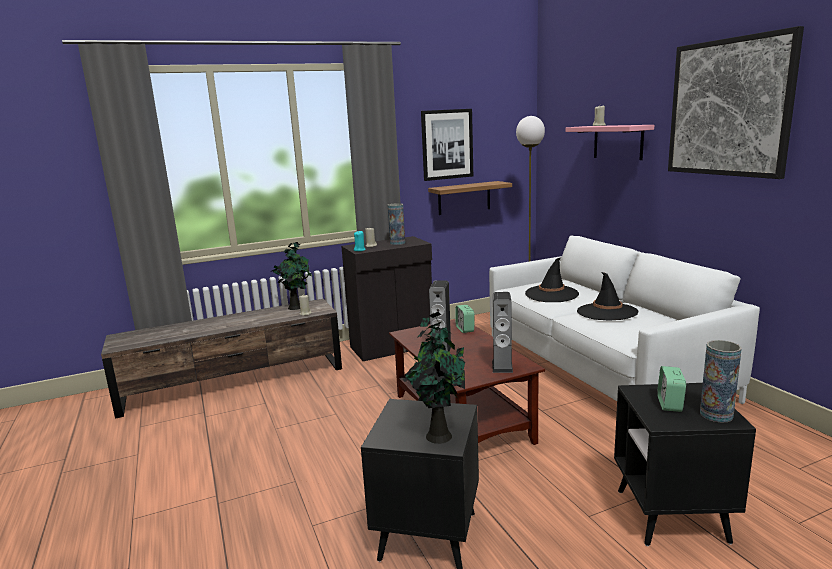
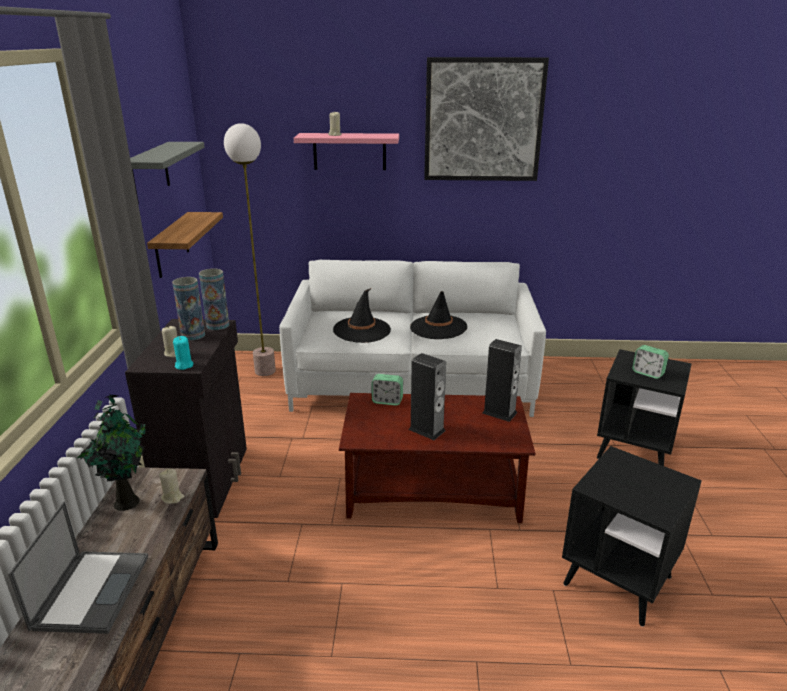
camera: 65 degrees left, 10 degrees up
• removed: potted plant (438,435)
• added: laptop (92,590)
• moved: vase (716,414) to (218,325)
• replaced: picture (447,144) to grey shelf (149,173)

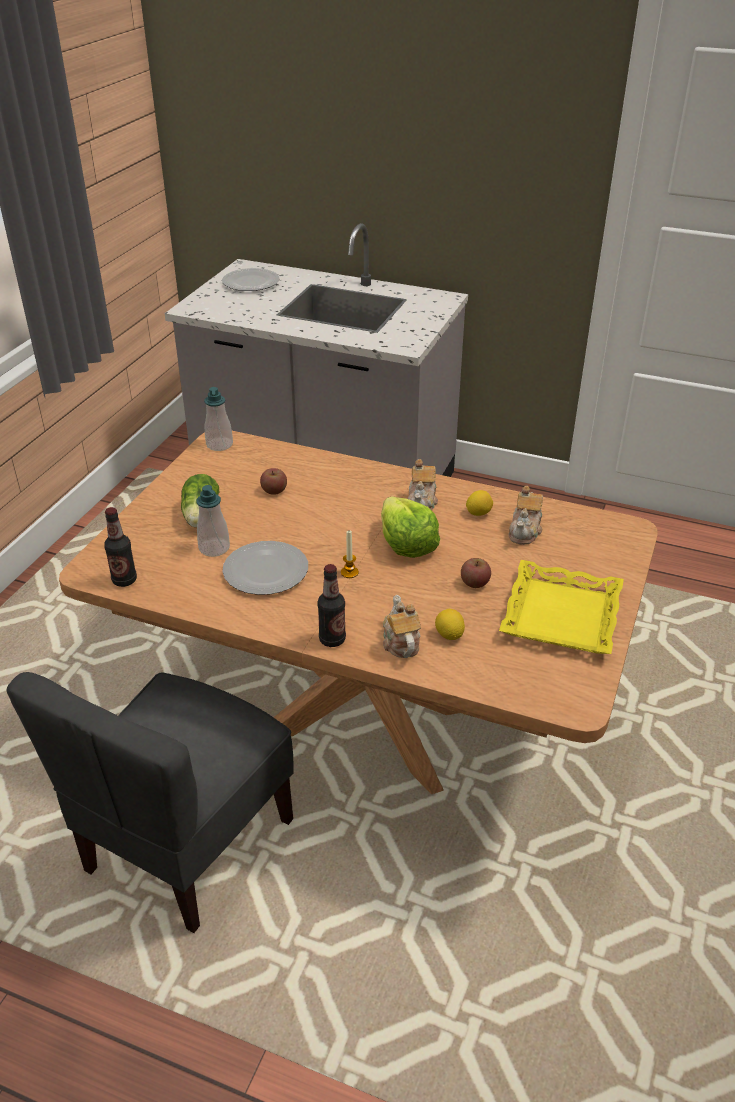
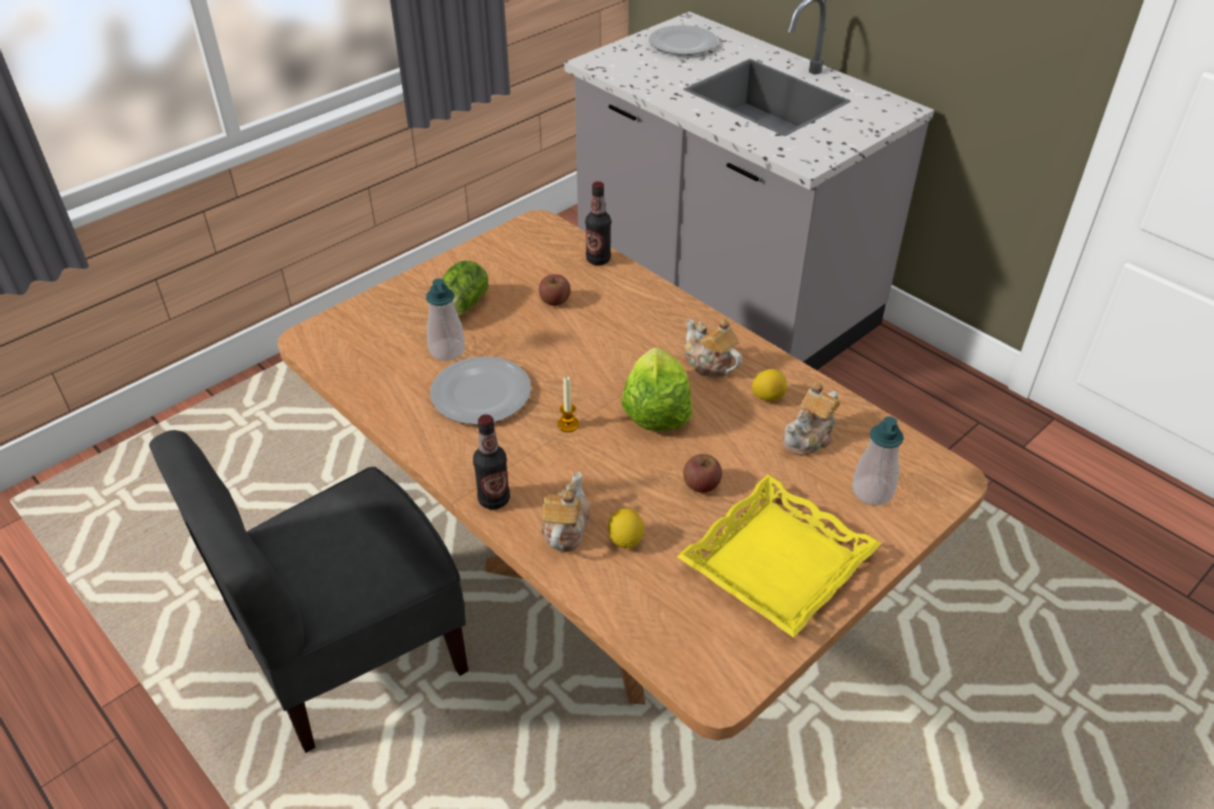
camera: 25 degrees right, 5 degrees up
• moved: bottle (124,580) to (598,259)
• moved: soap dispenser (219,445) to (872,491)
• turned: teapot (422,503) = (709,364) 105 degrees clockwise

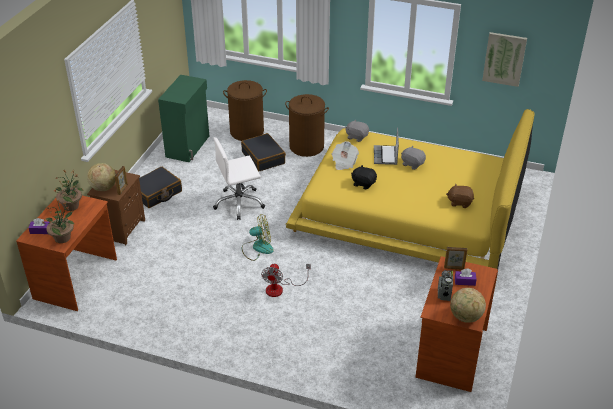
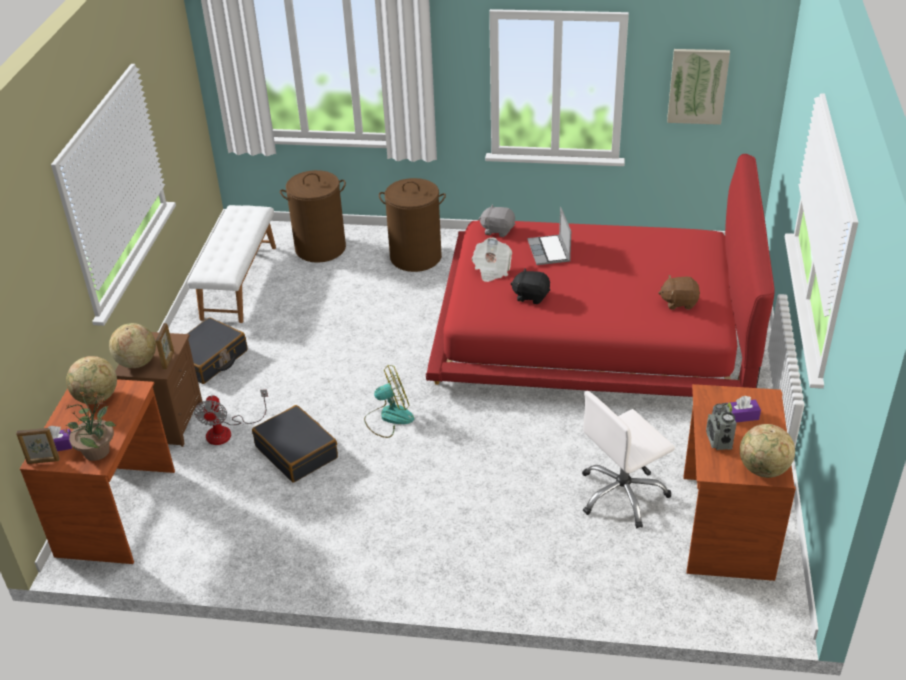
camera: 10 degrees left, 0 degrees up
• removed: grey plush toy (412,164)
• moved: white office chair (239,203) to (622,495)
• moved: black suitcase (263,158) to (297,452)
• moved: fan (280,288) to (227,431)
• moved: picture frame (454,268) to (43,461)
• replaced: potted plant (71,206) to globe (97,398)
• replaced: green cabinet (188,146) to white bench (238,282)
• recoloured: yellow bed (409,210) to red bed (594,327)

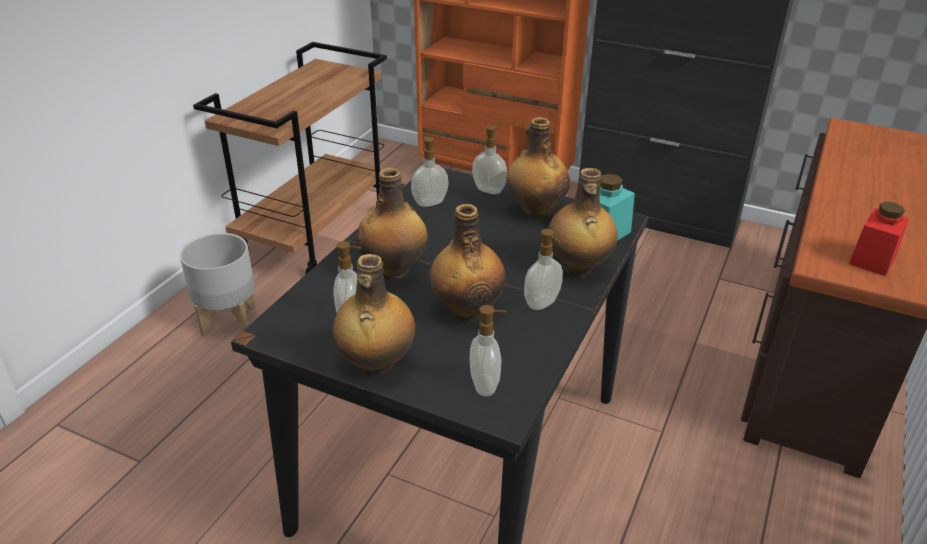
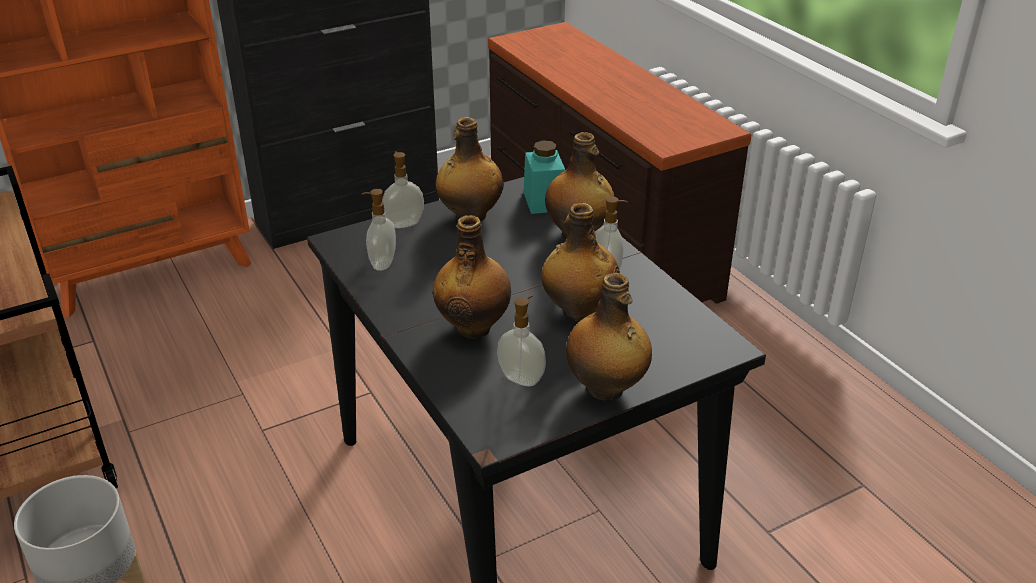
camera: 55 degrees left, 0 degrees up
• removed: soap dispenser (486,385)
• removed: red jar (872,260)

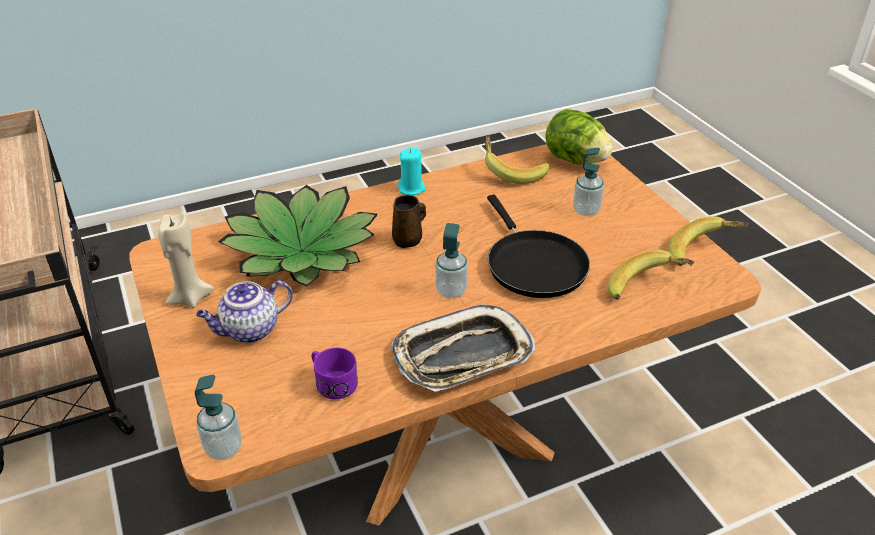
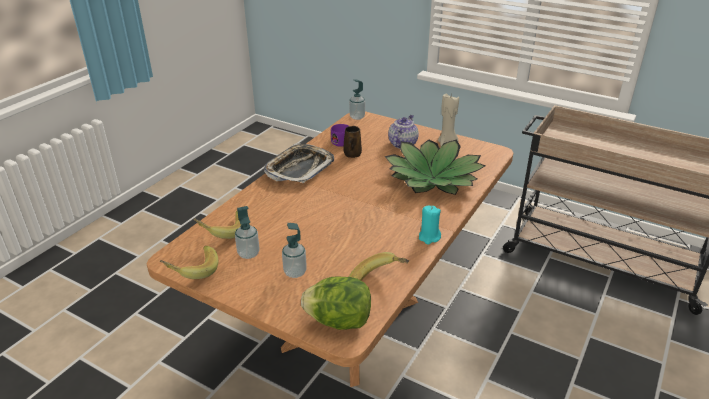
camera: 145 degrees right, 5 degrees down
• removed: black frying pan (533,264)
• moved: brown mug (408,240) to (352,154)
• moved: soap dispenser (451,291) to (248,254)

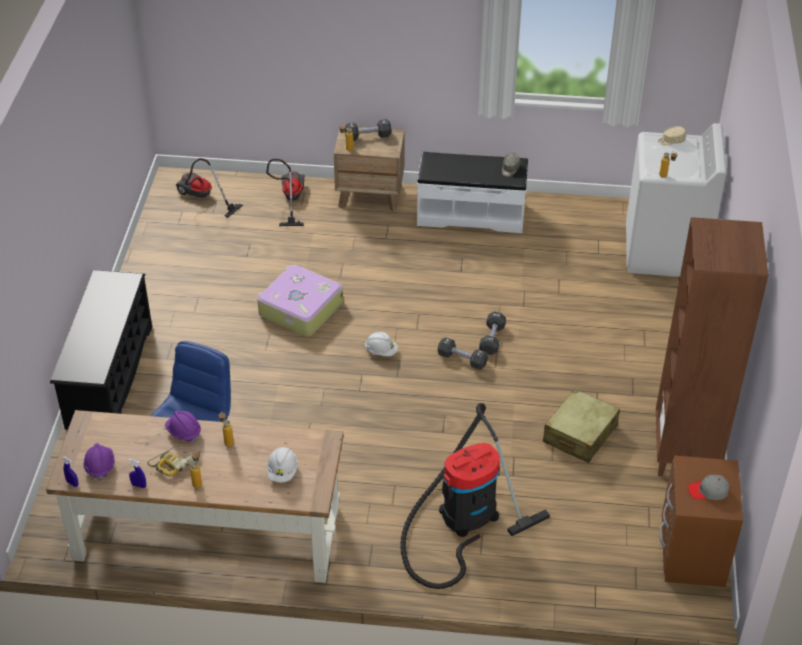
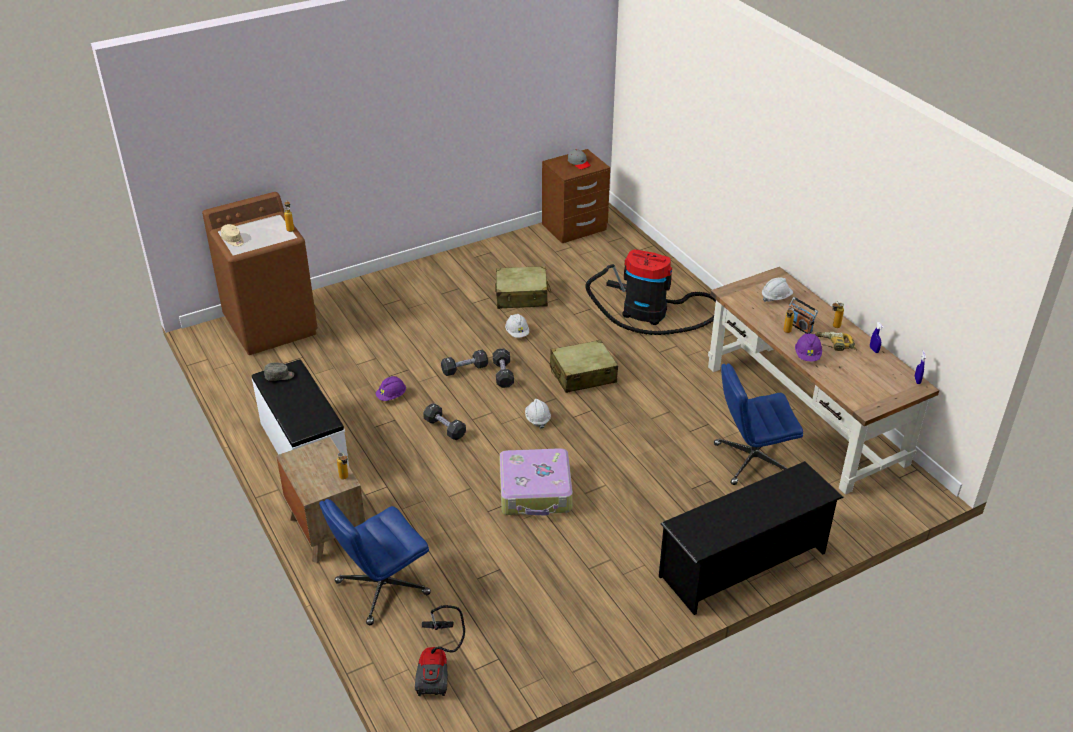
camera: 125 degrees left, 5 degrees down
• removed: brown bookcase (685,453)
• added: white hard hat (517,333)
• added: beige suitcase (582,375)
• added: radio (799,326)
• moved: purple hard hat (100,467) to (391,396)
• moved: black dumbbell (368,137) to (444,428)
• replaced: vacuum cleaner (290,199) to blue office chair (381,589)
• recoloured: white washing machine (665,251) to brown washing machine (271,325)

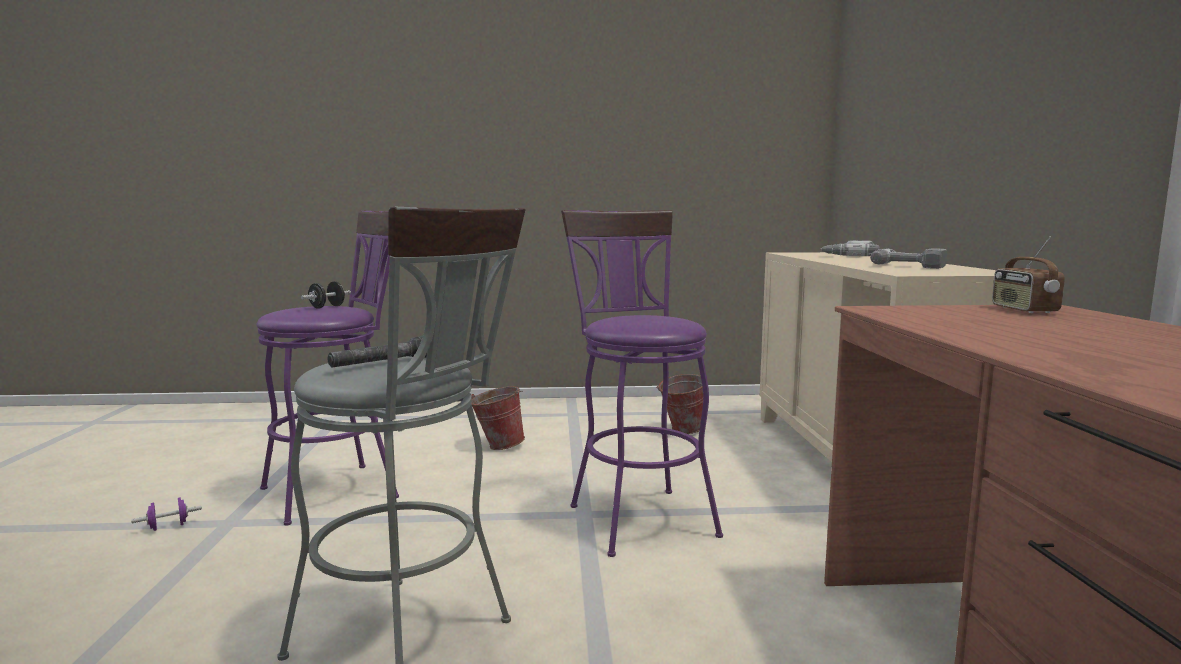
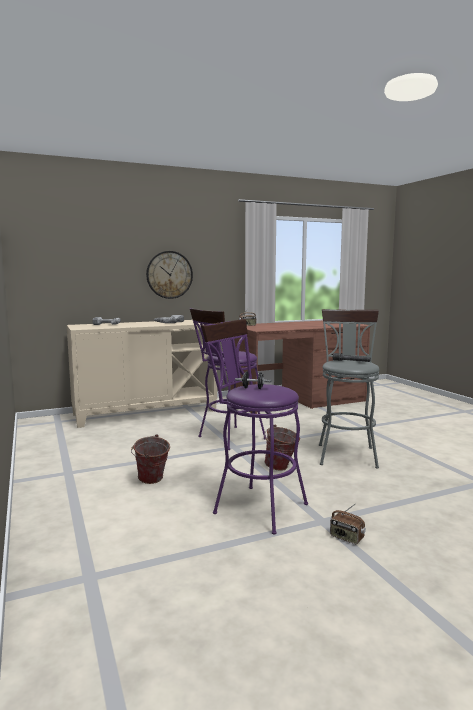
camera: 110 degrees left, 0 degrees up
• added: wall clock (169,274)
• moved: bucket (681,431) to (281,468)
• replaced: purple dumbbell (168,527) to radio (346,538)

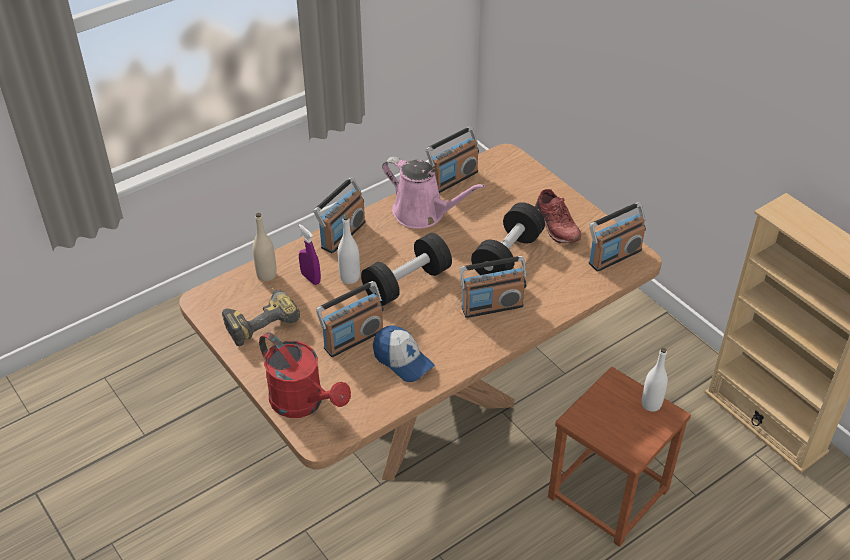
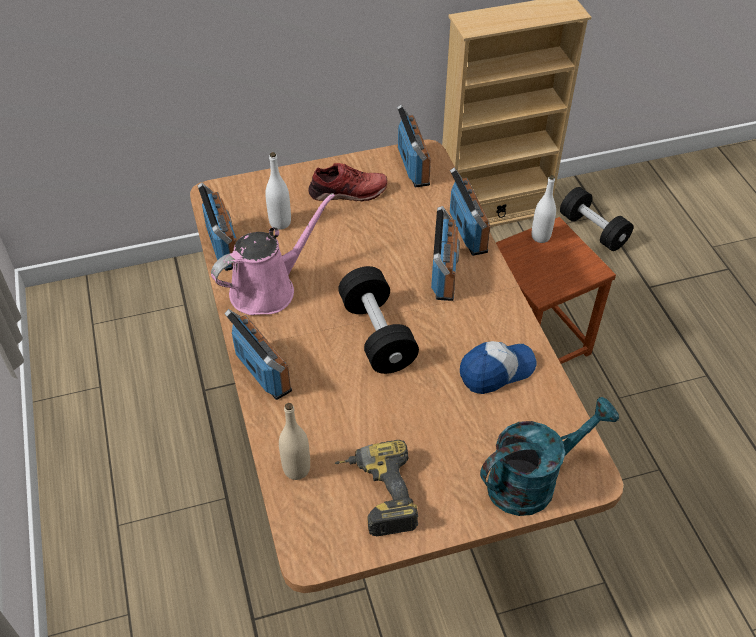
camera: 70 degrees left, 5 degrees up
• removed: purple spray bottle (310,278)
• moved: radio (353,338) to (468,232)
• moved: white bottle (349,277) to (280,222)
• moved: black dumbbell (507,256) to (593,230)
• recoloured: red watering can (304,403) to turquoise watering can (532,480)

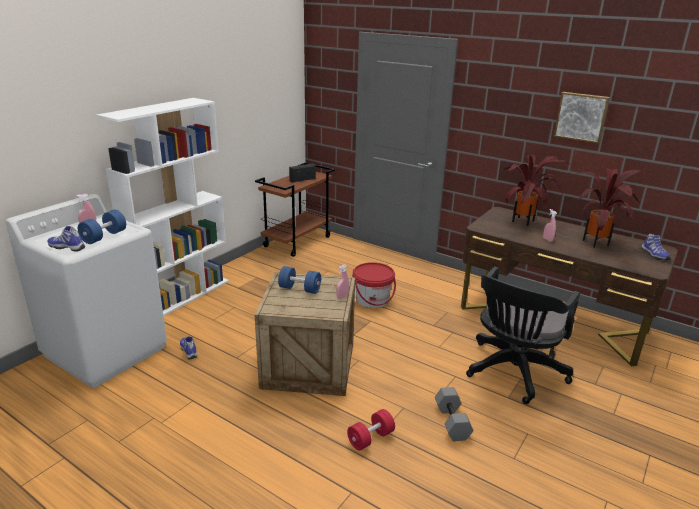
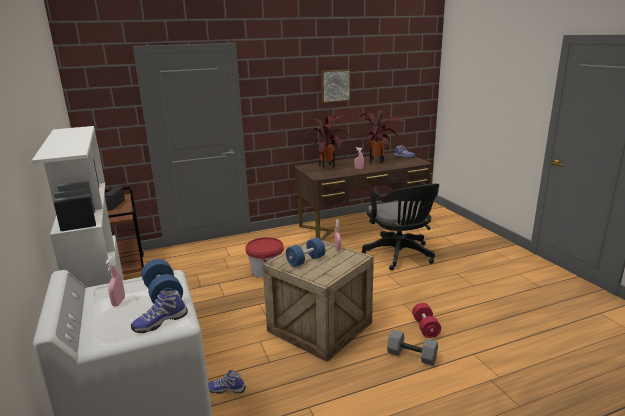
camera: 55 degrees left, 5 degrees down
• moved: grey dumbbell (453,422) to (412,355)

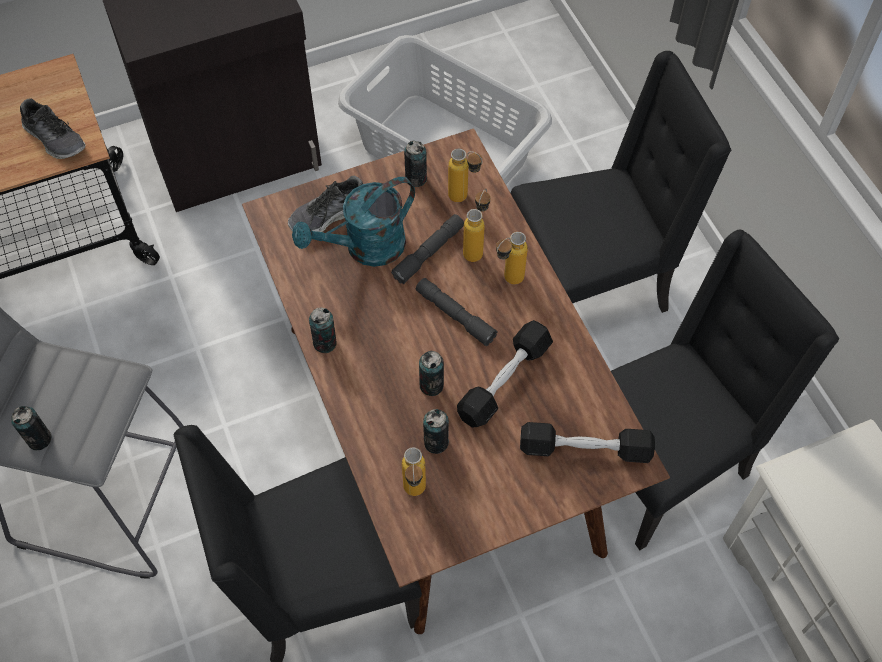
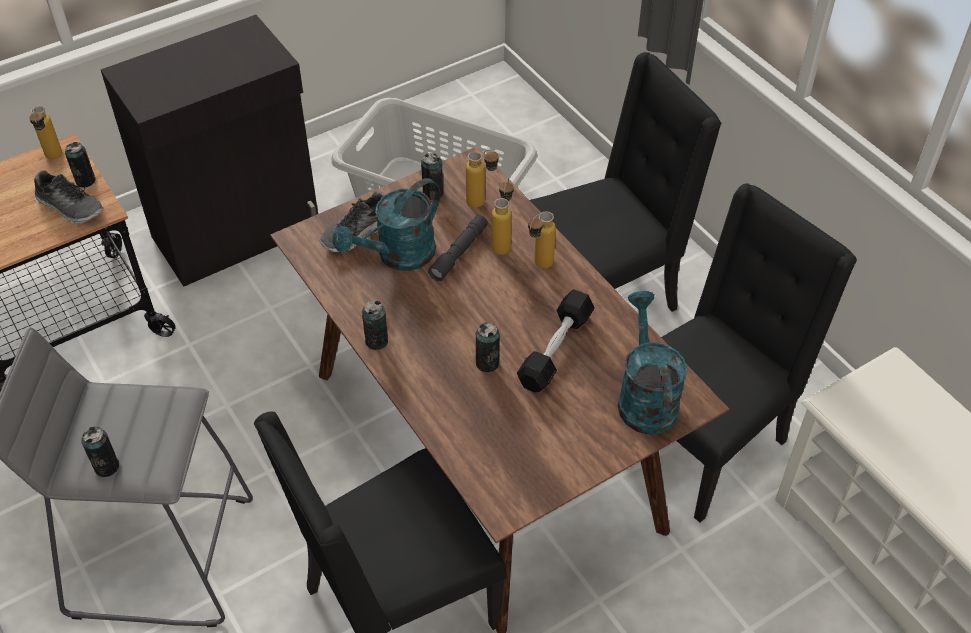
camera: 10 degrees left, 10 degrees down
• removed: grey flashlight (455,315)
• moved: bottle (414,495) to (54,159)
• moved: can (436,442) to (85,181)
• replaced: black dumbbell (585,449) to turquoise watering can (645,396)

